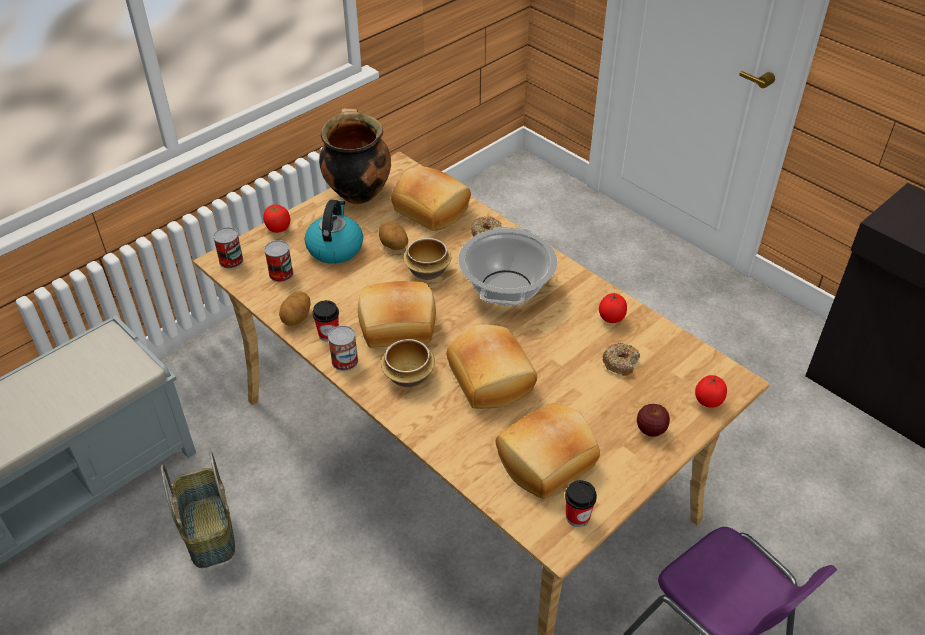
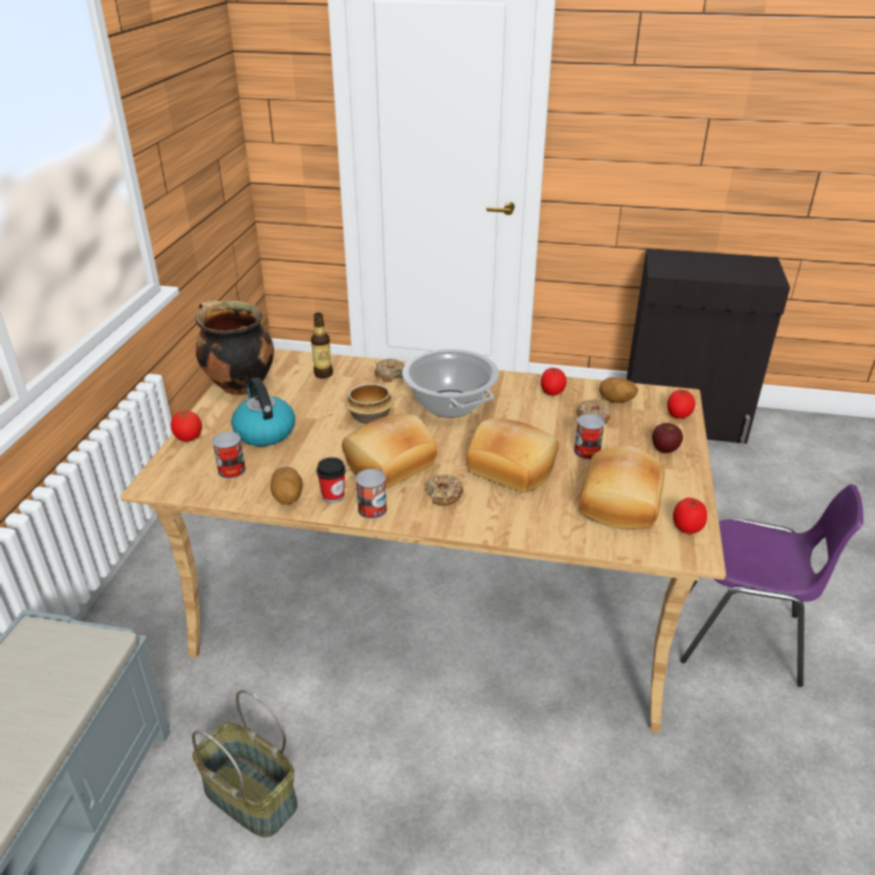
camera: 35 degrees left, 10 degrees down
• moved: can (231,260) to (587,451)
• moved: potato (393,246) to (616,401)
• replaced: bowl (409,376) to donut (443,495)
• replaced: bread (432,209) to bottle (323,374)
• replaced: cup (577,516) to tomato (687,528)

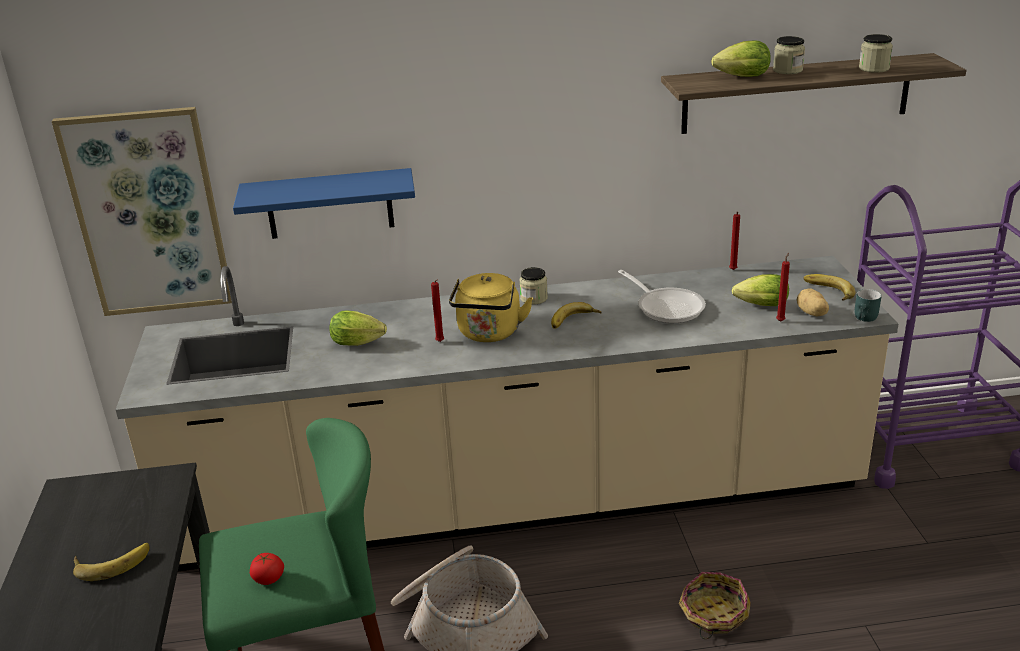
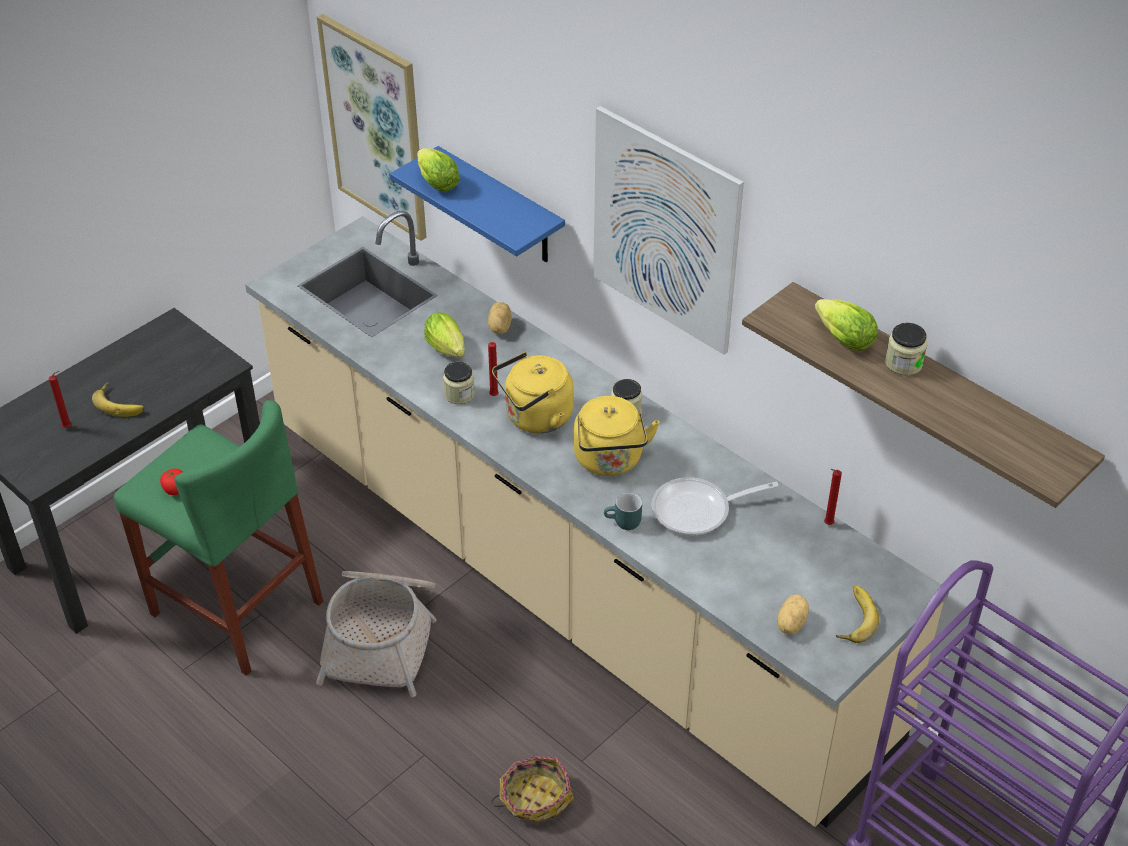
camera: 50 degrees right, 15 degrees up
• added: potato (499,327)
• added: picture (665,231)
• moved: lettuce (758,305) to (436,181)
• moved: red candle (781,320) to (69,427)
• moved: turquoise mug (866,319) to (623,523)
• moved: jar (874,68) to (459,394)
• replaced: banana (574,321) to yellow kettle (610,461)
• turned: frying pan (666,307) = (698,511) 60 degrees clockwise

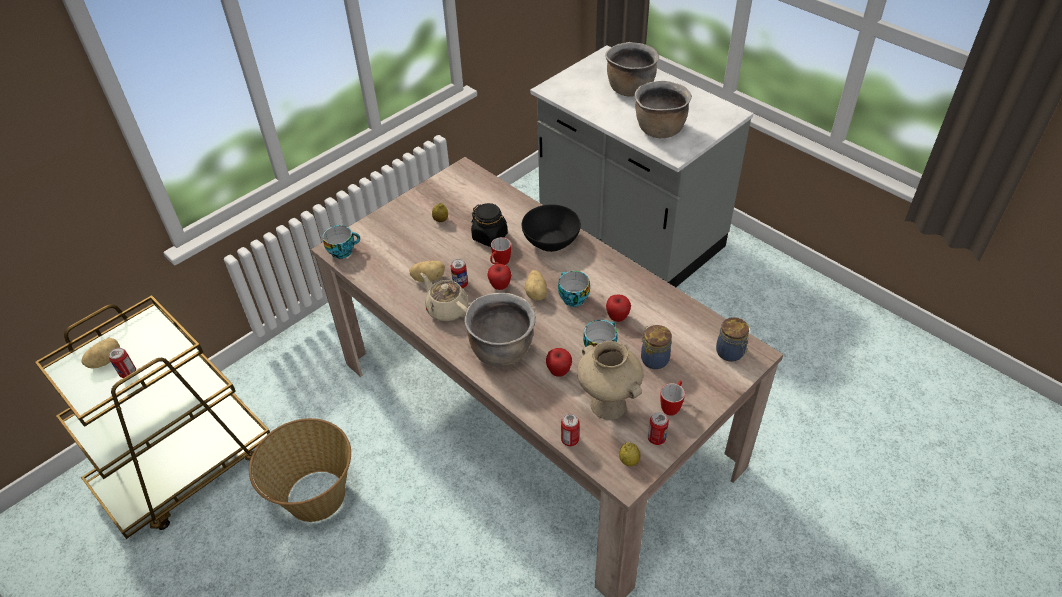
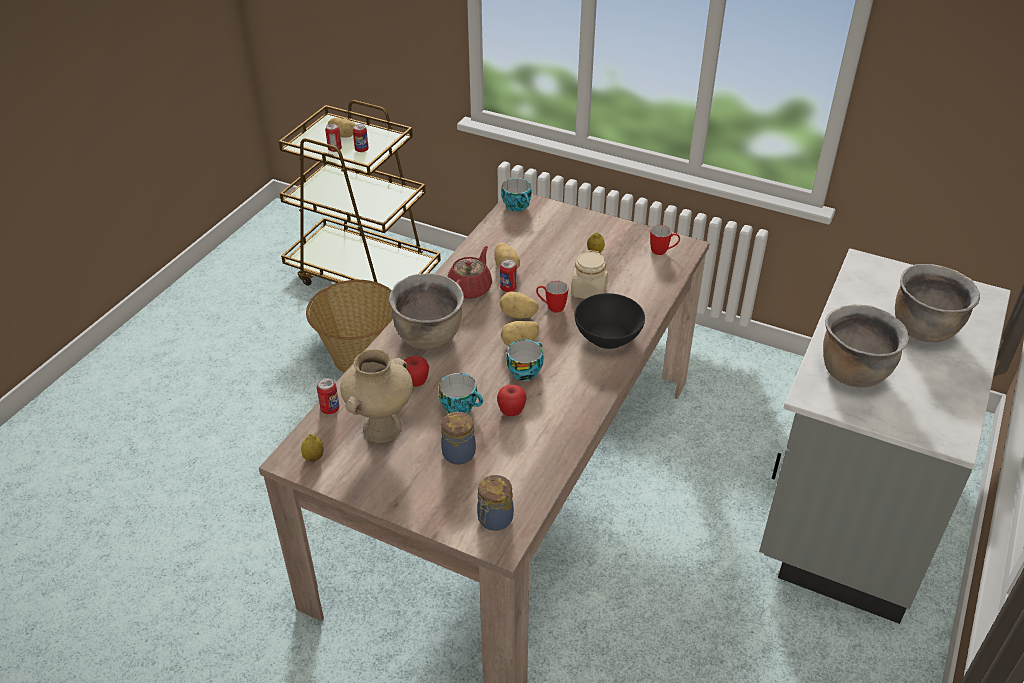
camera: 70 degrees right, 5 degrees down
• moved: can (656,438) to (361,149)
• moved: mug (672,406) to (663,251)
• replaced: apple (500,286) to potato (518,315)
• recoloured: beige teapot (447,309) to red teapot (470,288)
• recoloured: black jar (490,237) to beige jar (589,291)

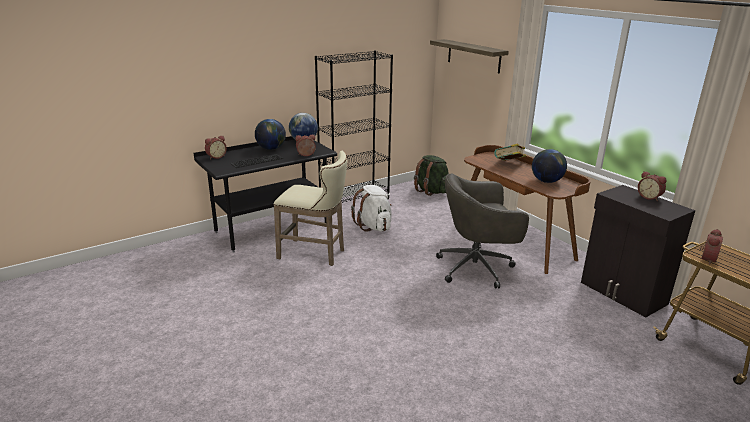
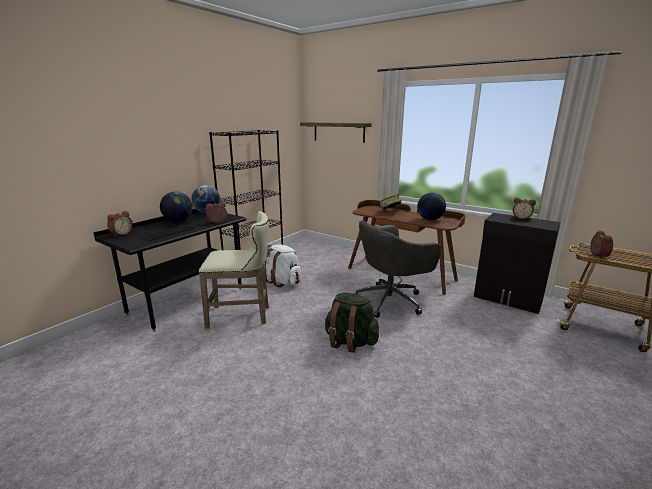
camera: 20 degrees left, 5 degrees down
• moved: green backpack (431,191) to (350,342)

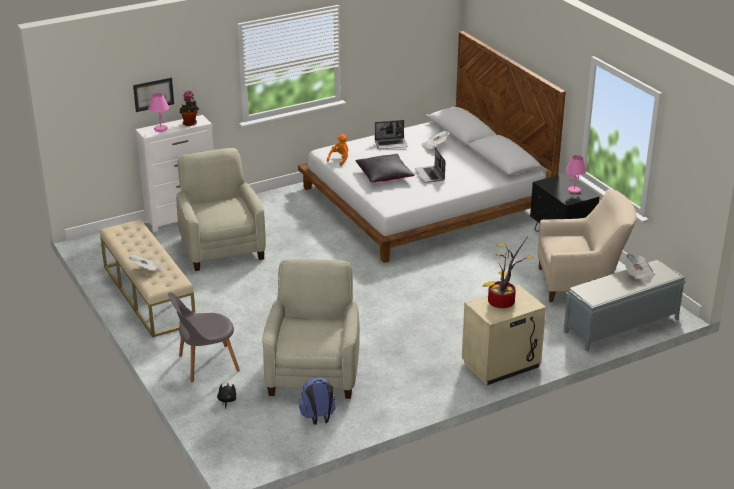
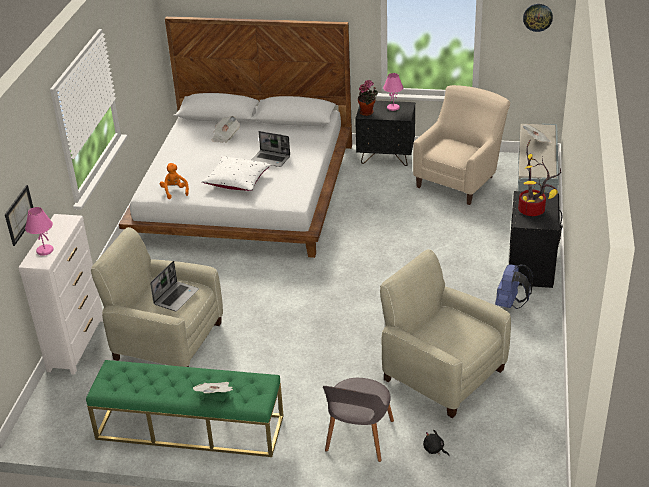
camera: 50 degrees left, 5 degrees up
• added: wall clock (537,17)
• moved: potted plant (190,124) to (367,112)
• moved: blue backpack (318,418) to (511,304)
• moved: laptop (391,144) to (176,297)
• recoloured: beige bench (148,294) to green bench (189,427)
• recoloured: black pillow (384,175) to white pillow (237,181)
• recoloured: beige nightstand (501,365) to black nightstand (532,267)

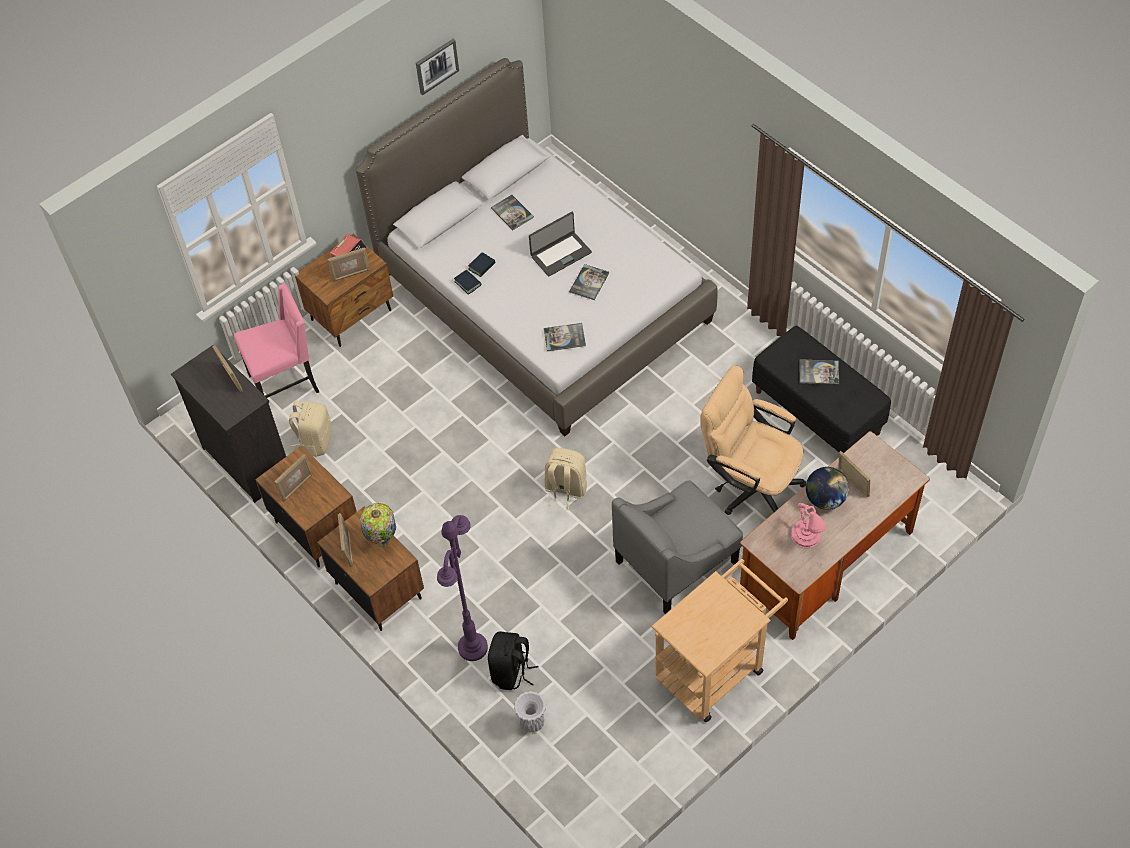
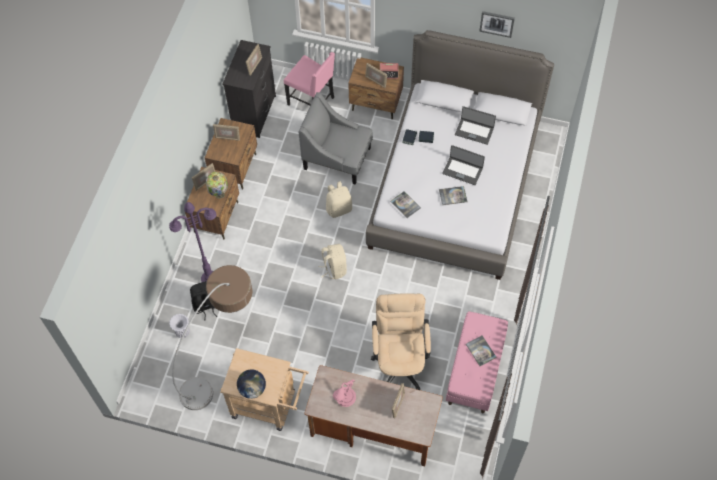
camera: 55 degrees right, 5 degrees up
• added: floor lamp (222,356)
• moved: beige backpack (315,441) to (339,208)
• moved: grey armchair (676,561) to (337,158)
• moved: globe (825,499) to (252,389)
• replaced: book (512,213) to laptop (474,131)
• recoloured: black bench (818,412) to pink bench (475,371)

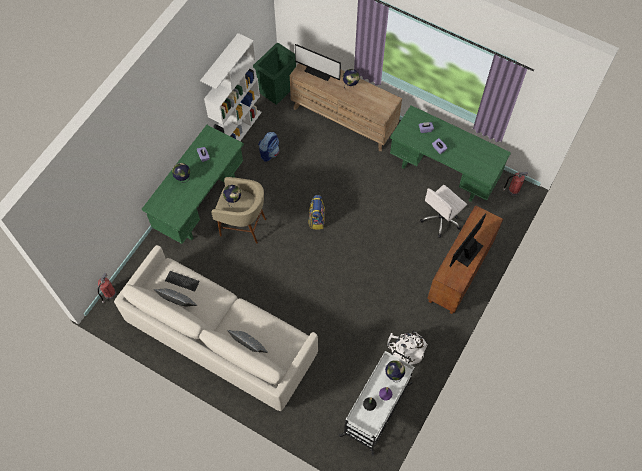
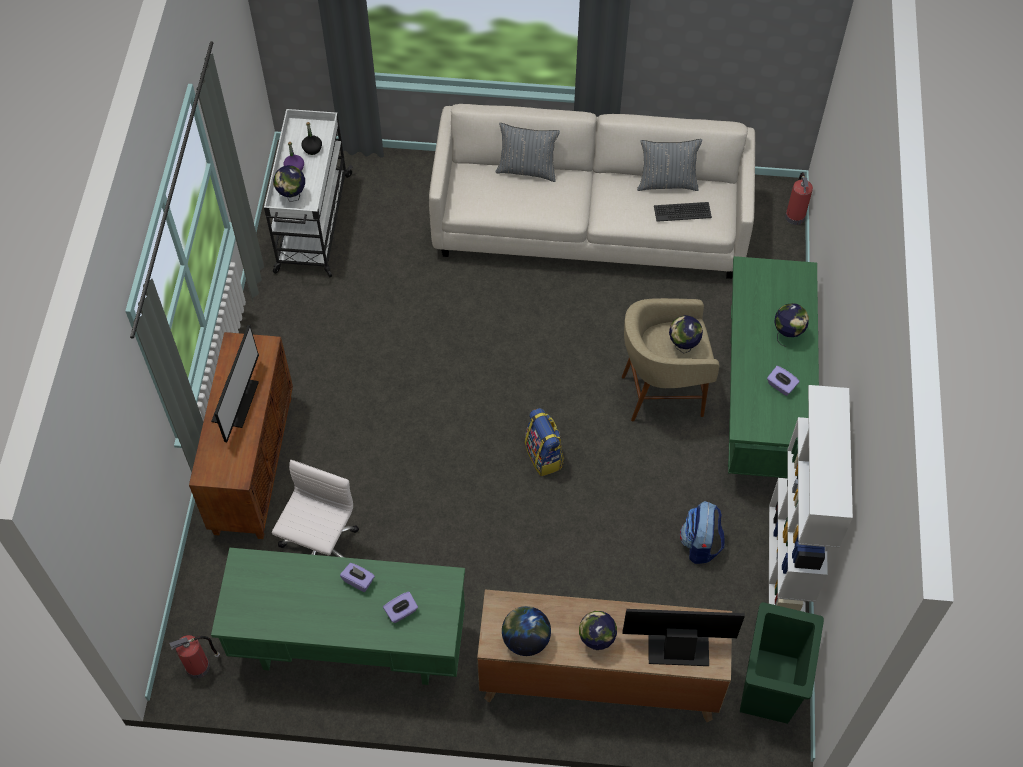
camera: 155 degrees right, 5 degrees down
• removed: white backpack (406,349)
• added: globe (525,639)

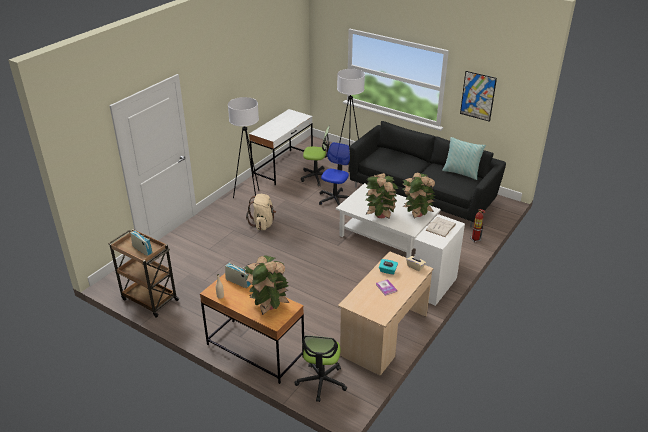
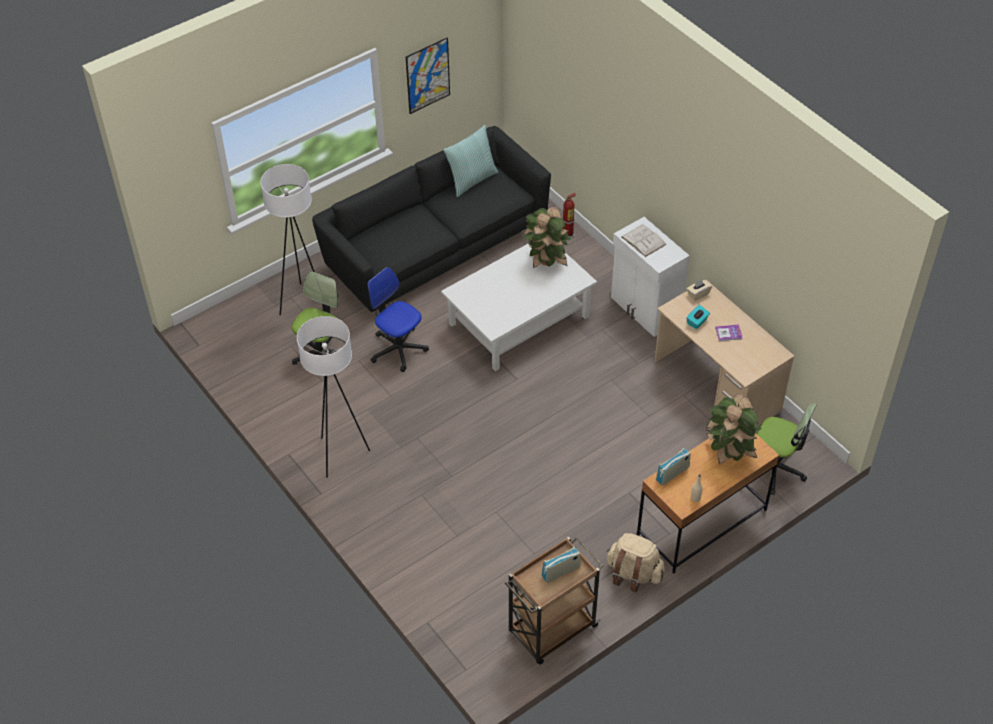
camera: 70 degrees left, 15 degrees up
• removed: white desk (283,167)
• removed: potted plant (380,214)
• moved: beige backpack (263,224) to (633,573)

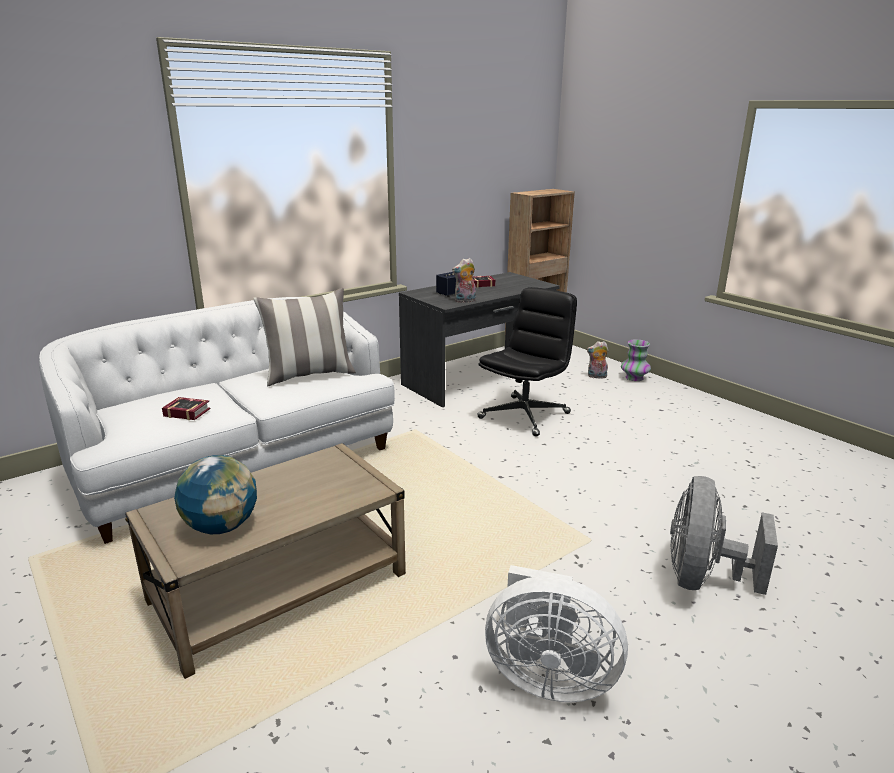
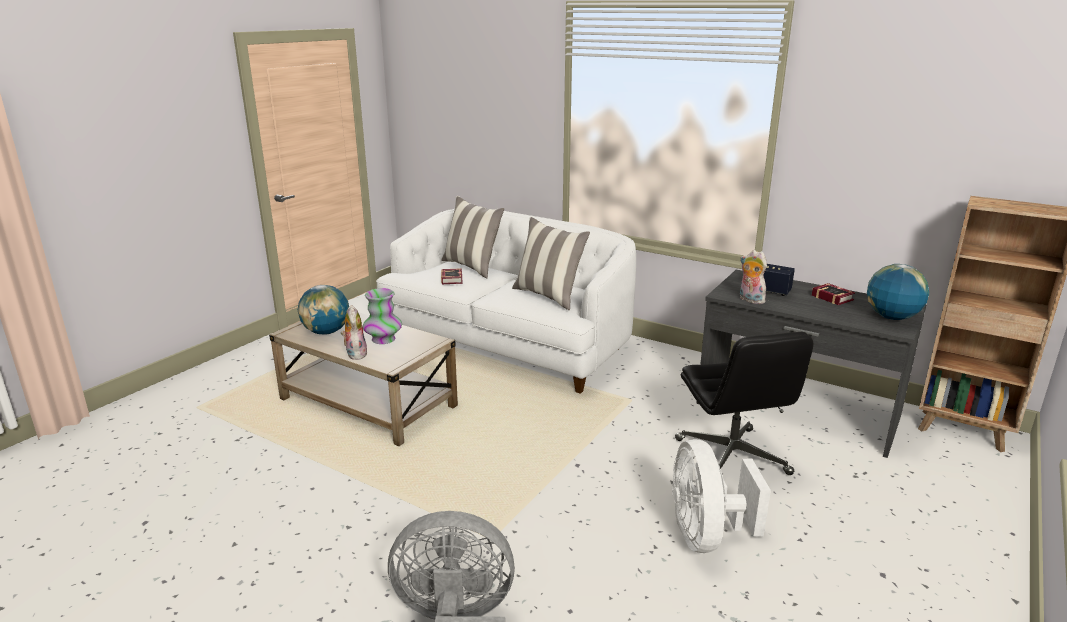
camera: 70 degrees right, 0 degrees up
• added: pillow (472,267)
• added: globe (891,317)
• moved: white fan (547,677) to (706,535)
• moved: plush toy (596,376) to (355,354)
• moved: vase (634,378) to (383,339)
• turned: black office chair (524,415) = (732,457) 60 degrees clockwise

